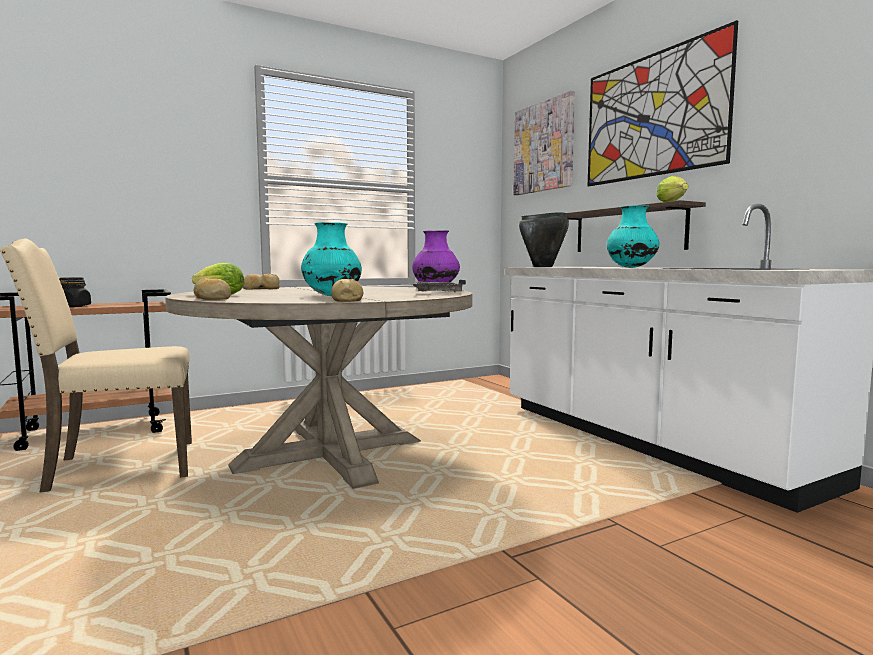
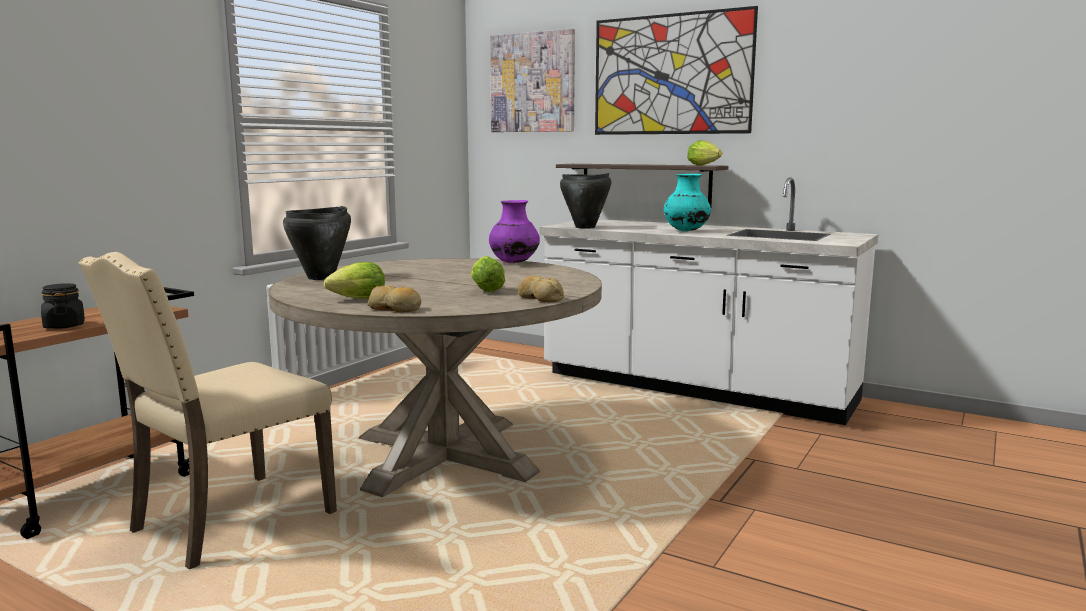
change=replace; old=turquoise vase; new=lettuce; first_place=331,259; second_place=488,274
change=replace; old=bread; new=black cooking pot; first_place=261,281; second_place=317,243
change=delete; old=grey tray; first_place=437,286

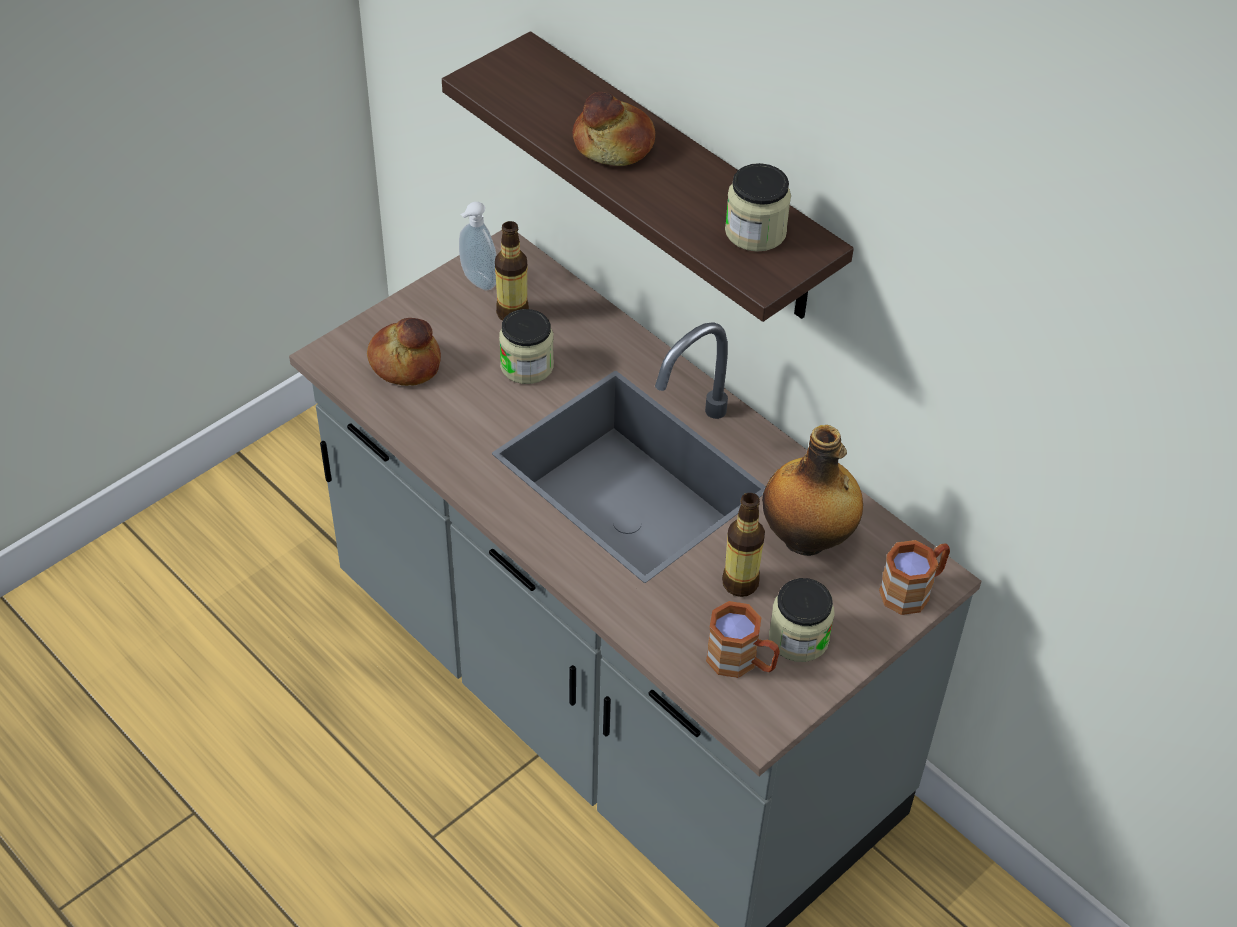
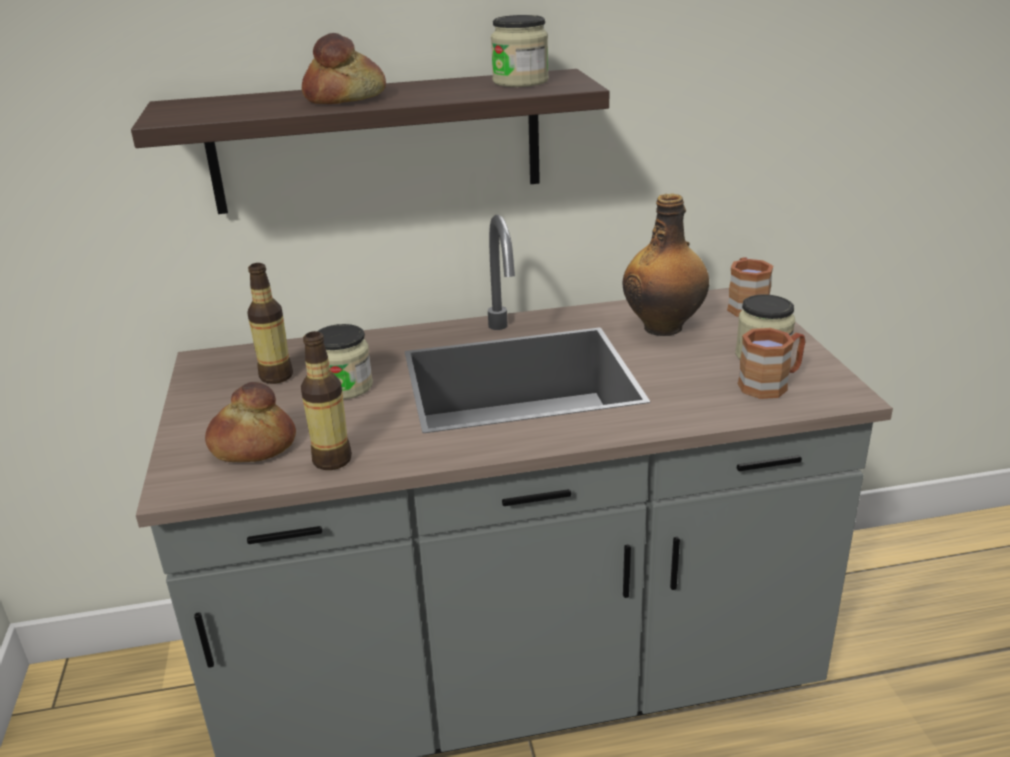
change=delete; old=soap dispenser; first_place=478,246
change=move; old=bottle; first_place=743,545; second_place=326,400

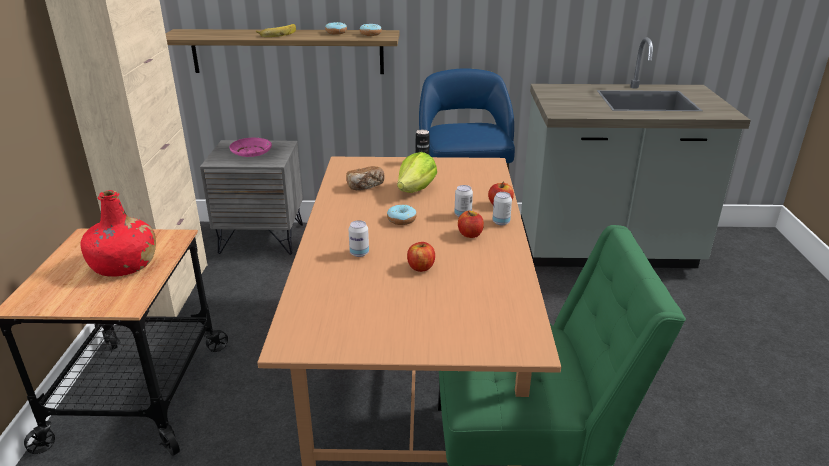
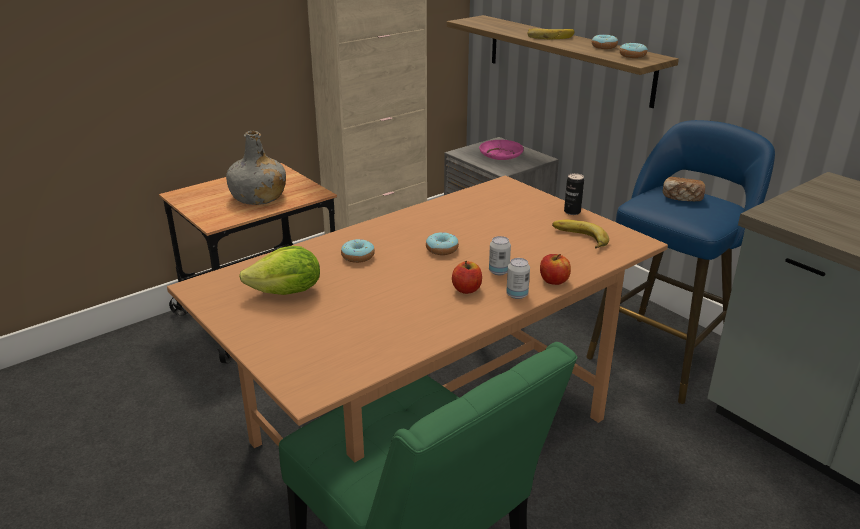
change=move; old=lettuce; first_place=417,172; second_place=279,270
change=move; old=bread; first_place=365,178; second_place=684,189
change=recolor; old=red bottle; new=grey bottle; first_place=118,233; second_place=256,168
change=replace; old=can; new=donut; first_place=358,238; second_place=358,251
change=delete; old=apple; first_place=421,257
change=insert; new=banana; second_place=580,234

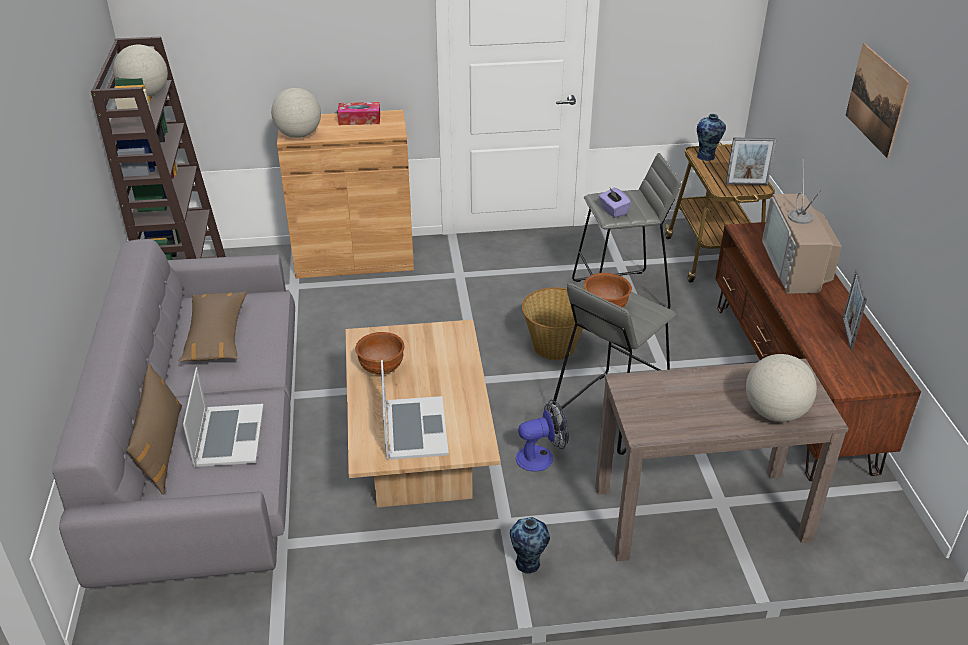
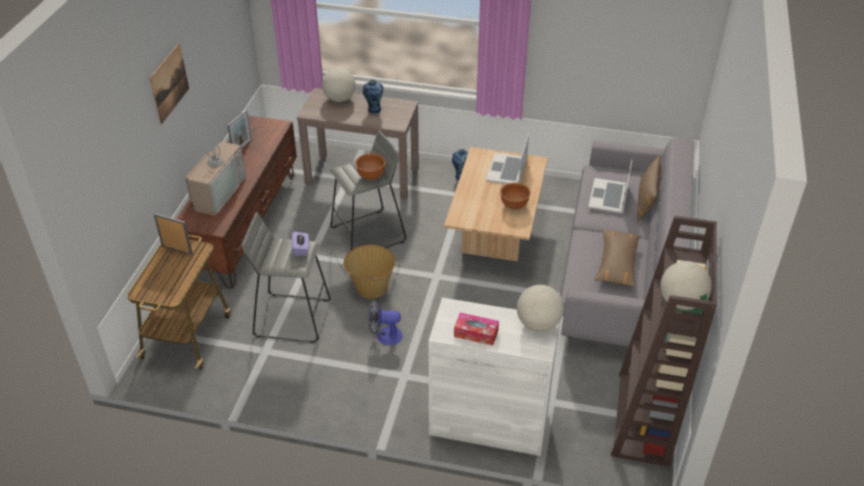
change=recolor; old=brown cabinet; new=white cabinet; first_place=345,194; second_place=494,377
change=move; old=vase; first_place=711,137; second_place=373,96
change=move; old=fan; first_place=542,436; second_place=385,322

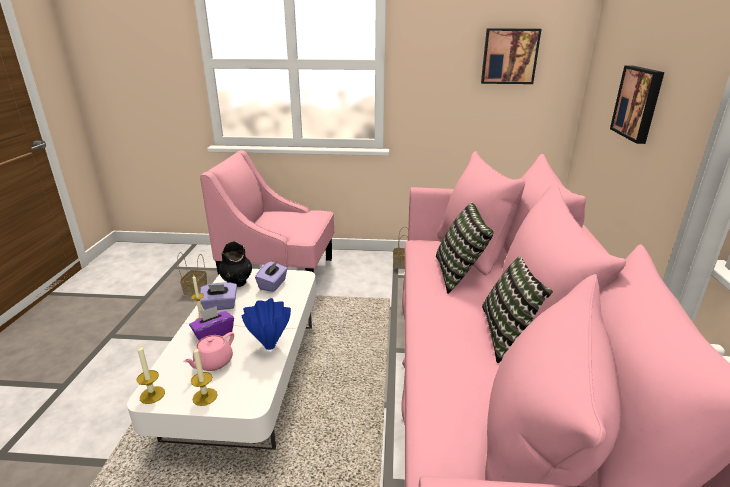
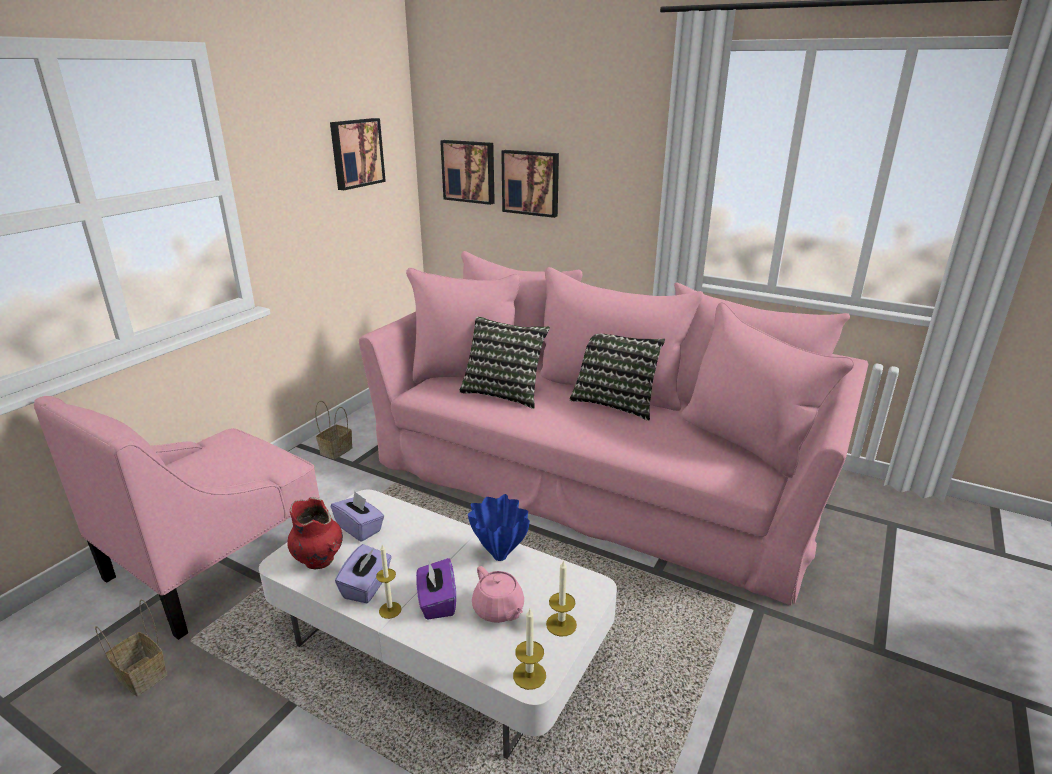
change=recolor; old=black vase; new=red vase; first_place=235,264; second_place=315,533
change=insert; new=picture; second_place=467,172

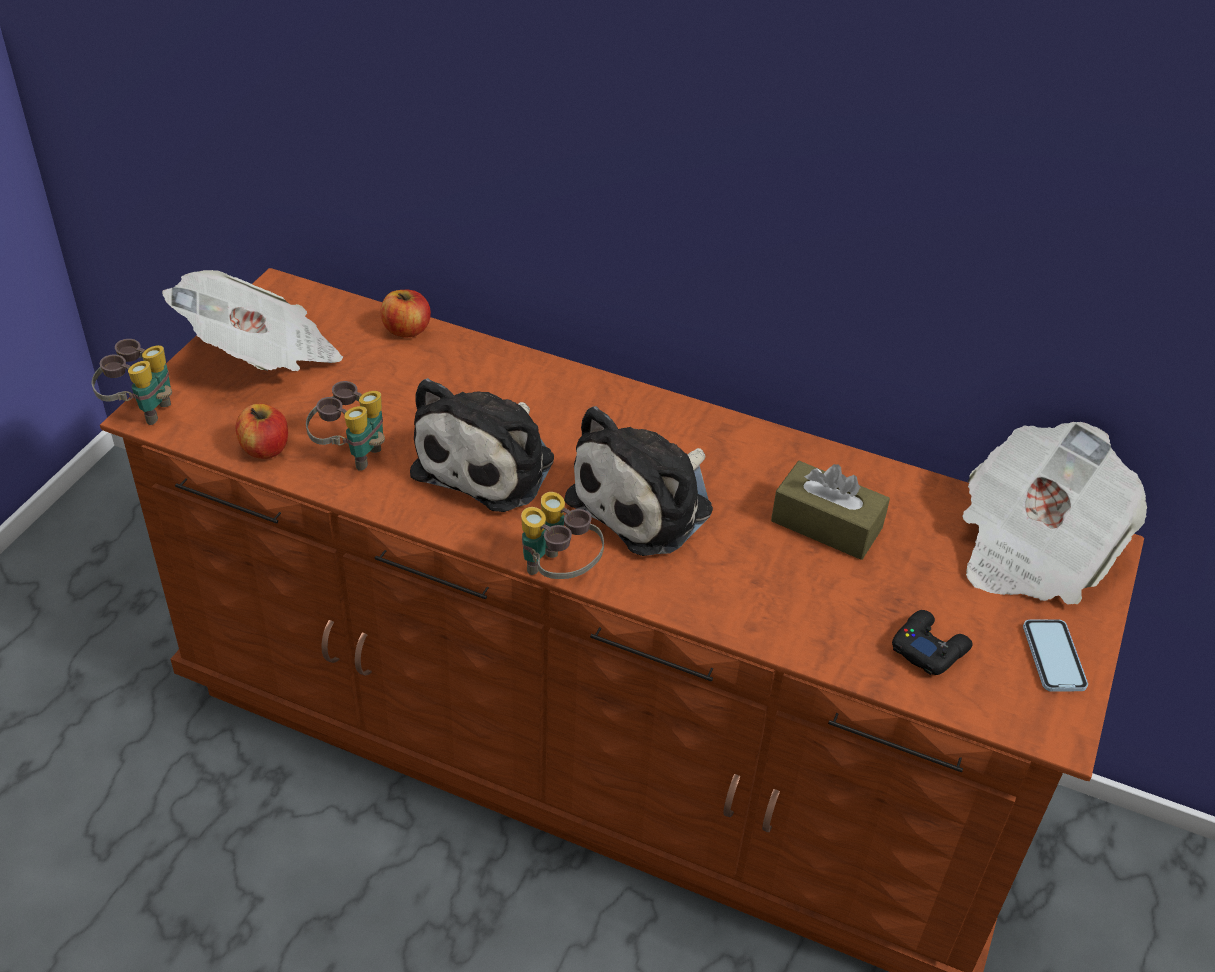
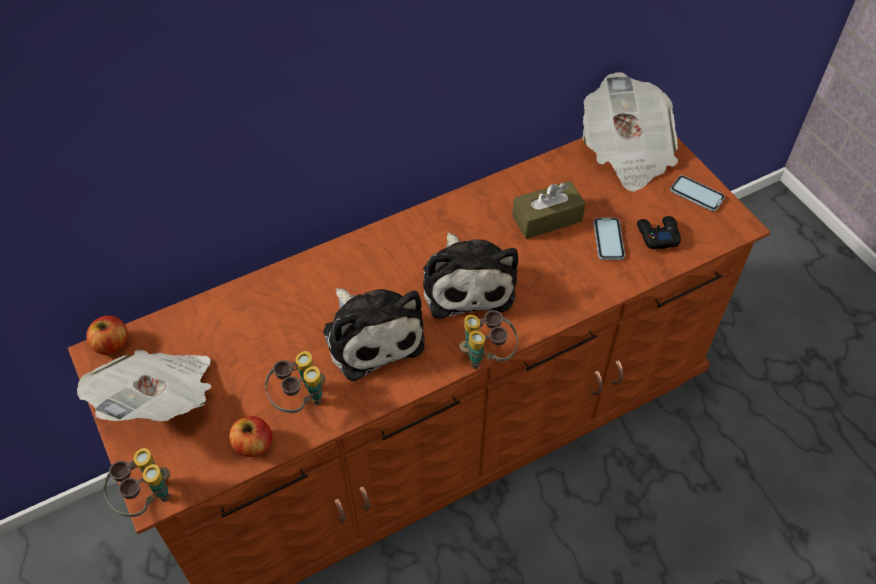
change=move; old=apple; first_place=406,313; second_place=107,335
change=insert; new=phone; second_place=609,239

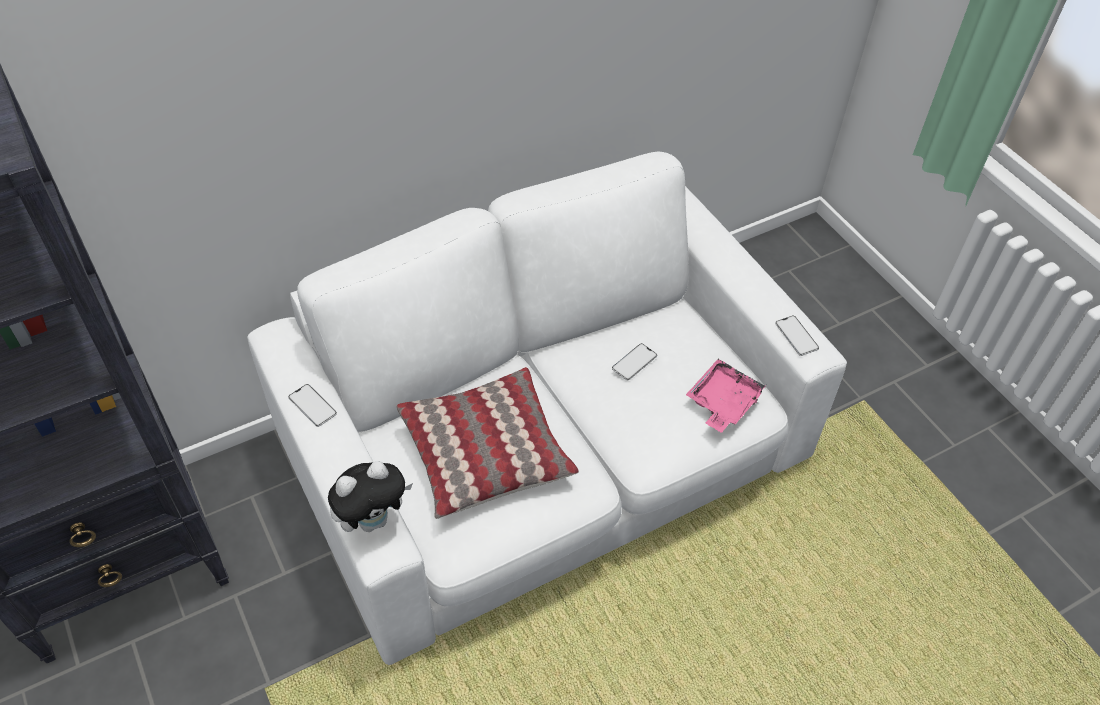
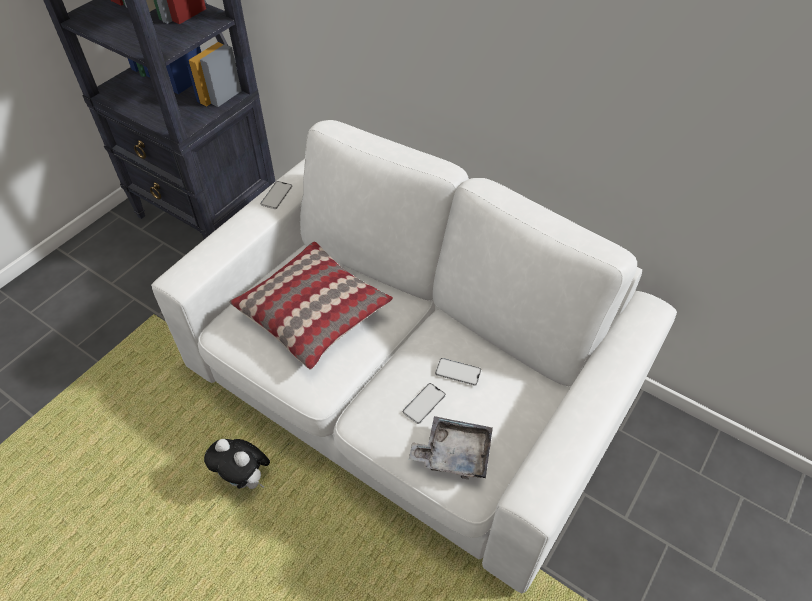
change=move; old=phone; first_place=797,335; second_place=424,403
change=recolor; old=pink tray; new=grey tray; first_place=726,396; second_place=451,447
change=move; old=plush toy; first_place=370,496; second_place=237,464

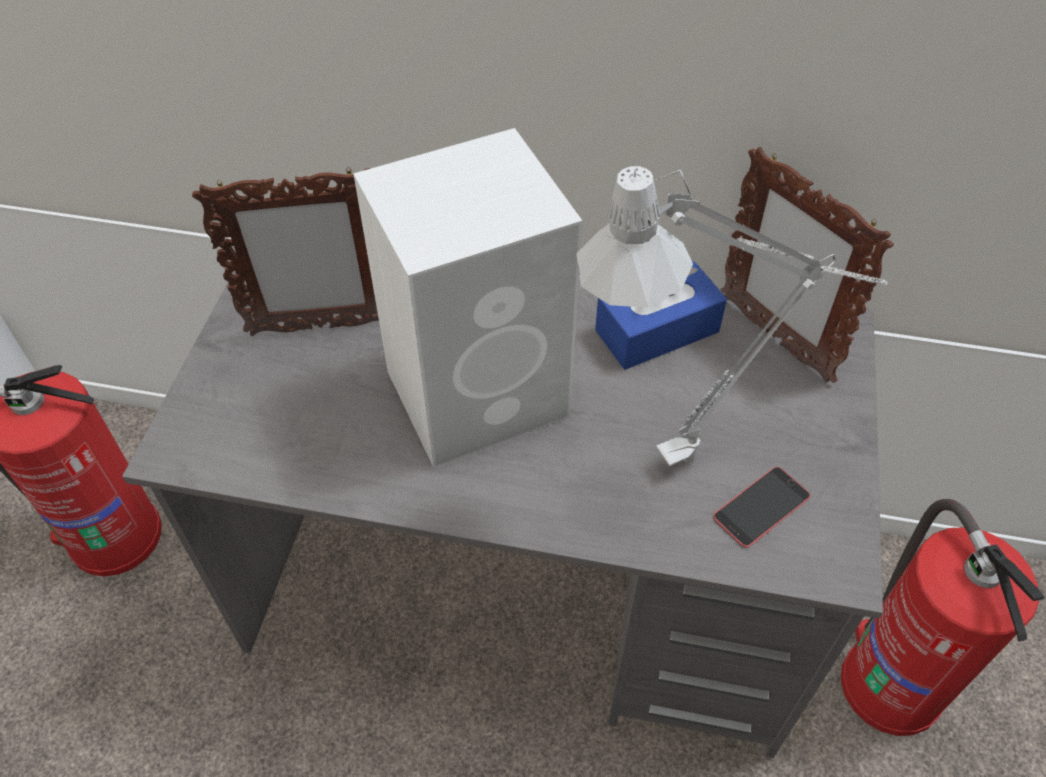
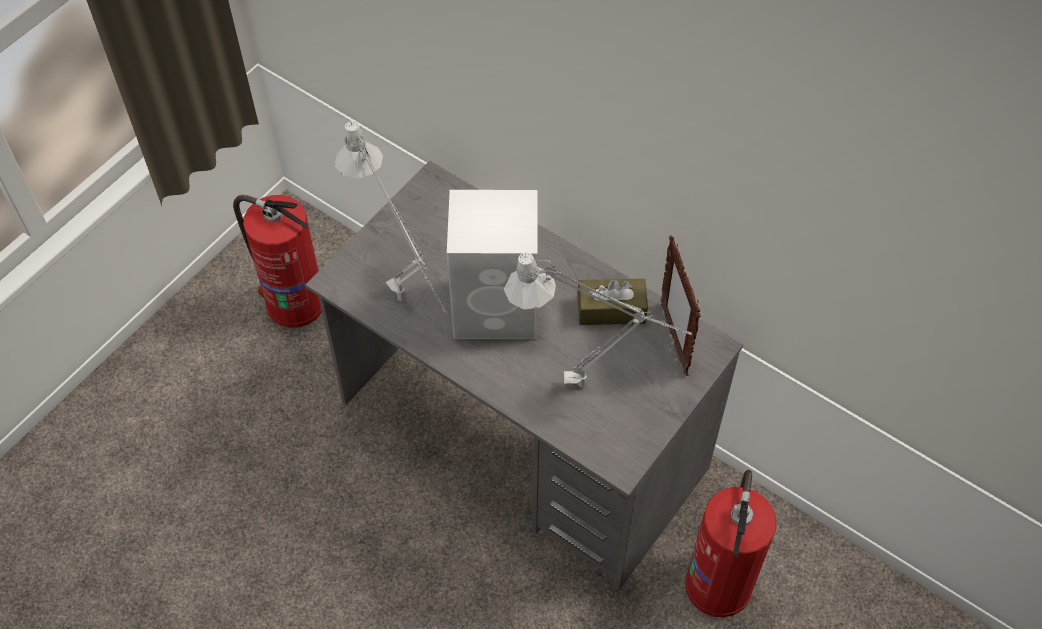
change=delete; old=picture frame; first_place=285,251
change=recolor; old=blue tissue box; new=brown tissue box; first_place=661,315; second_place=612,302
change=delete; old=phone; first_place=761,507
change=insert; new=grey table lamp; second_place=391,218

